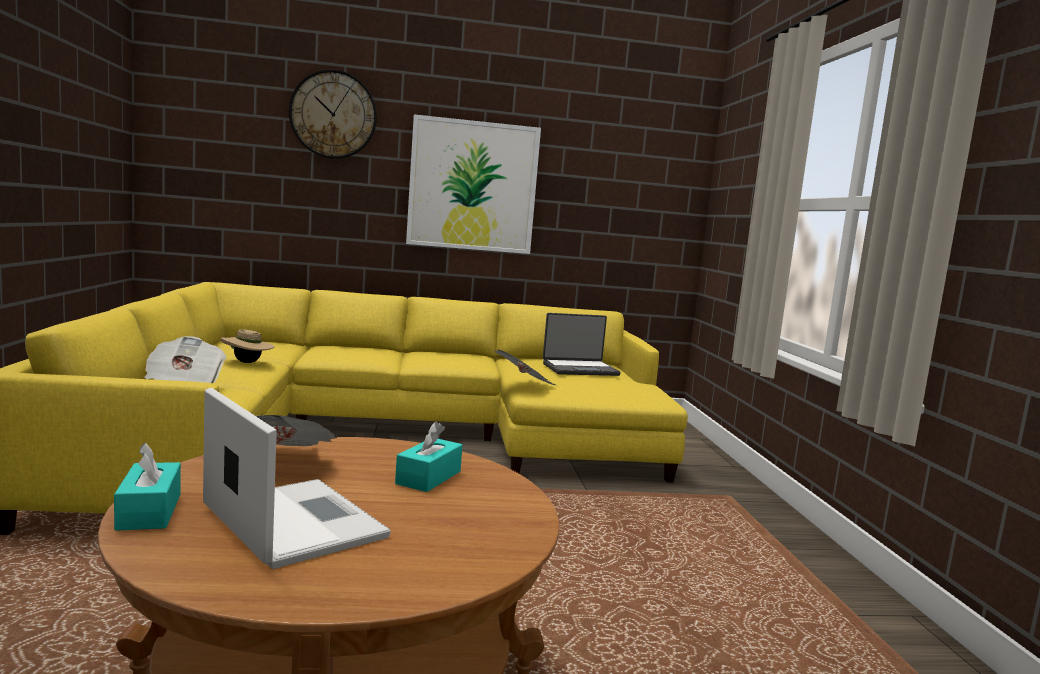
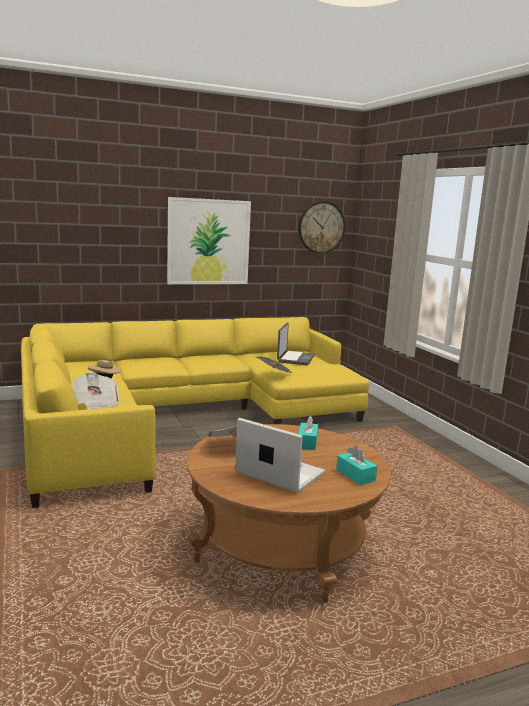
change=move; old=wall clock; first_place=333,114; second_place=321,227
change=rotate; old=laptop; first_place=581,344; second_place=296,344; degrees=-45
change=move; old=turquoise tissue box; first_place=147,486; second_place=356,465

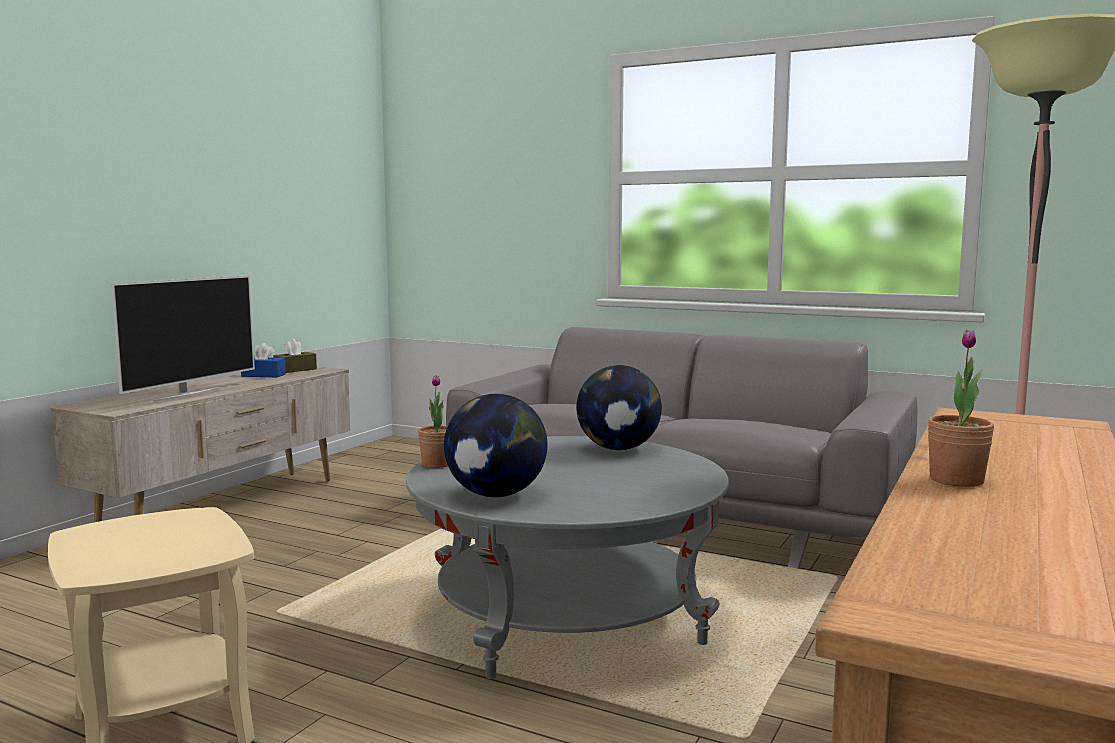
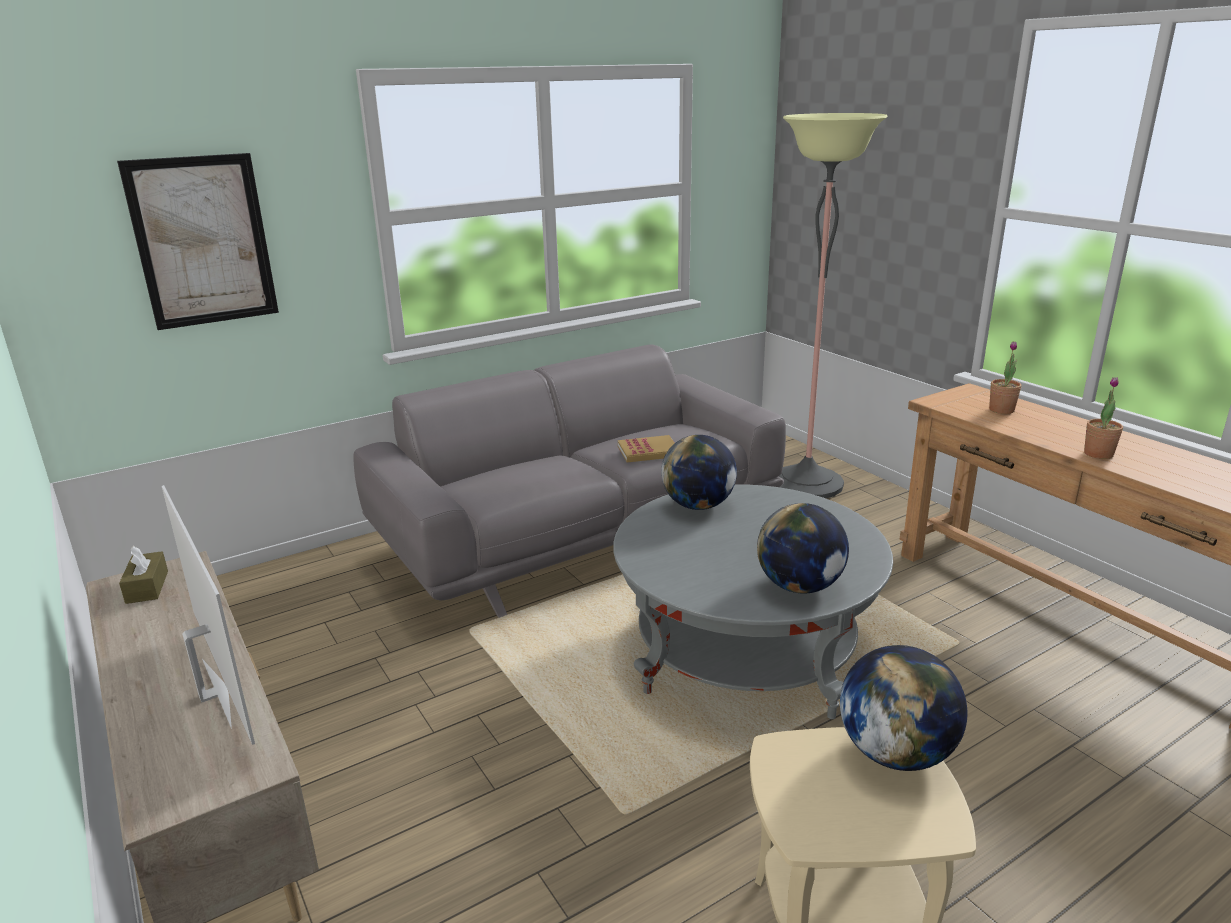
change=delete; old=blue tissue box; first_place=263,360
change=move; old=potted plant; first_place=433,421; second_place=1005,377
change=insert; new=picture; second_place=198,241
change=insert; new=book; second_place=646,449
change=insert; new=globe; second_place=903,708

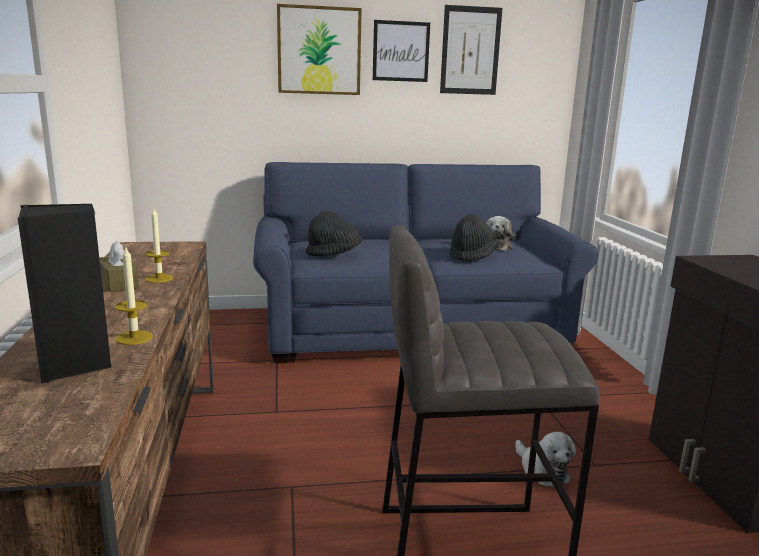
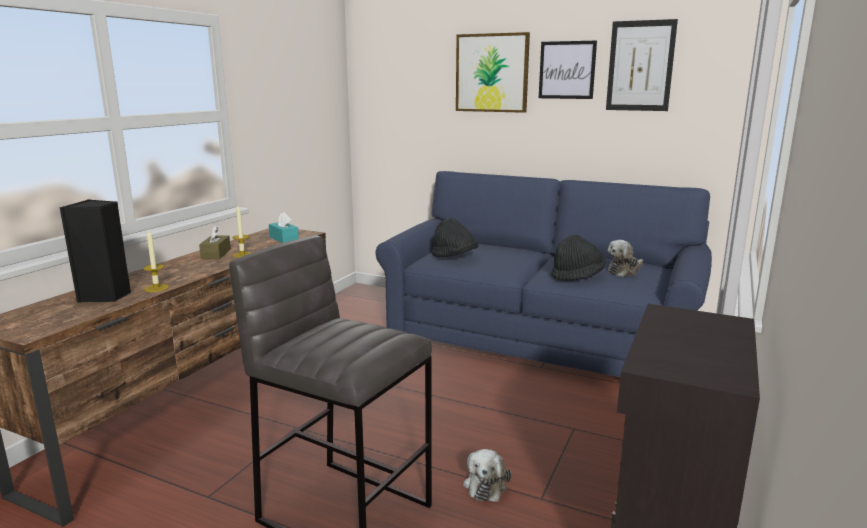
change=insert; new=turquoise tissue box; second_place=284,227

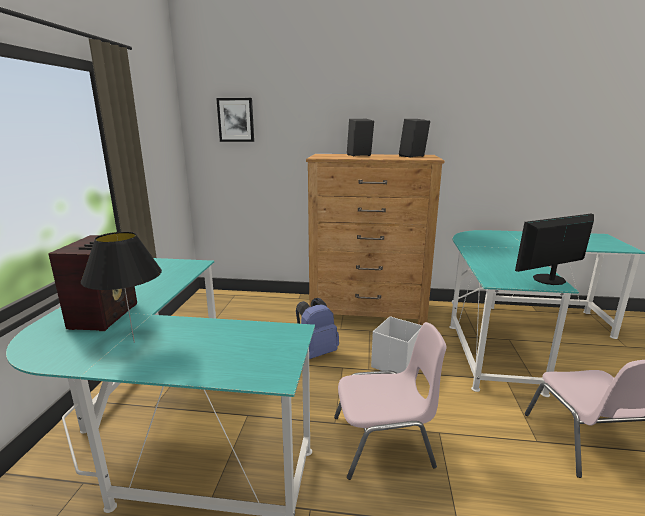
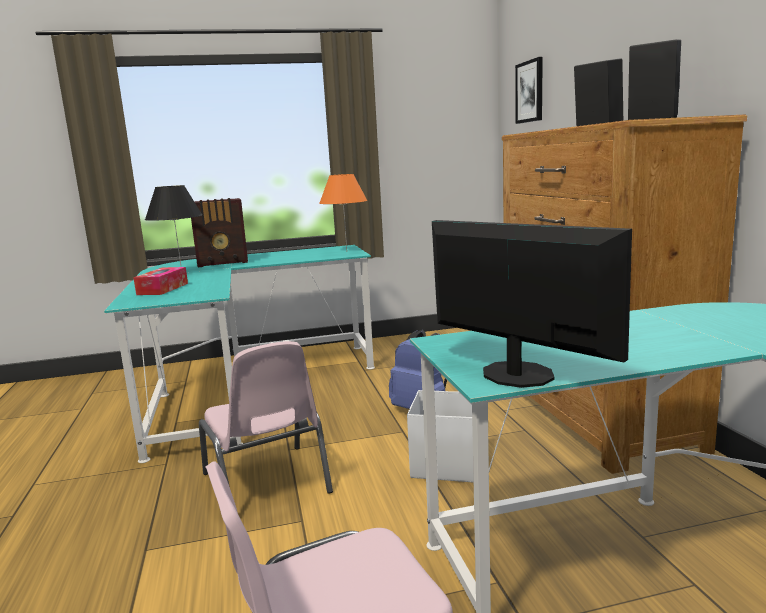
change=insert; new=orange table lamp; second_place=343,212
change=insert; new=tissue box; second_place=160,281

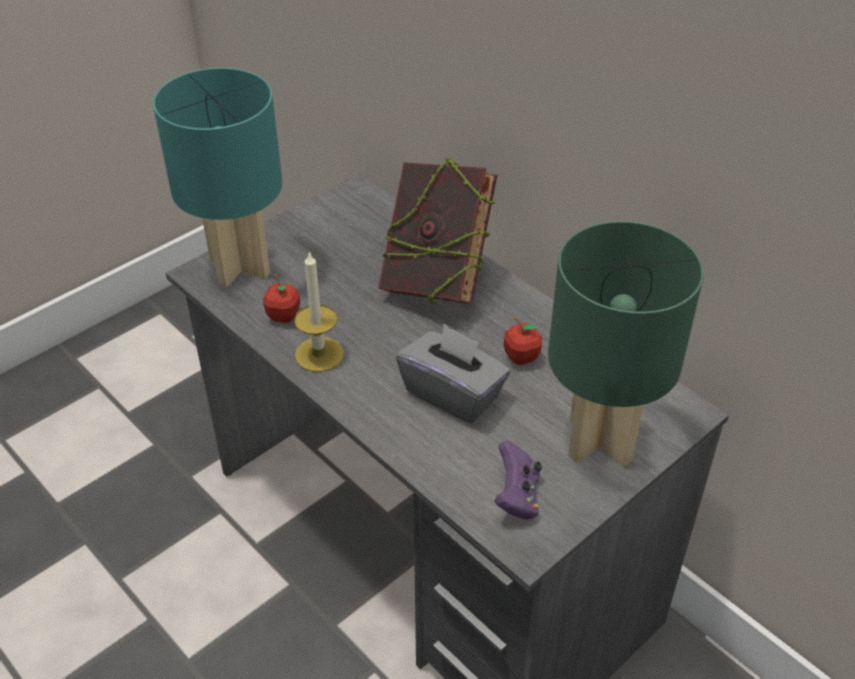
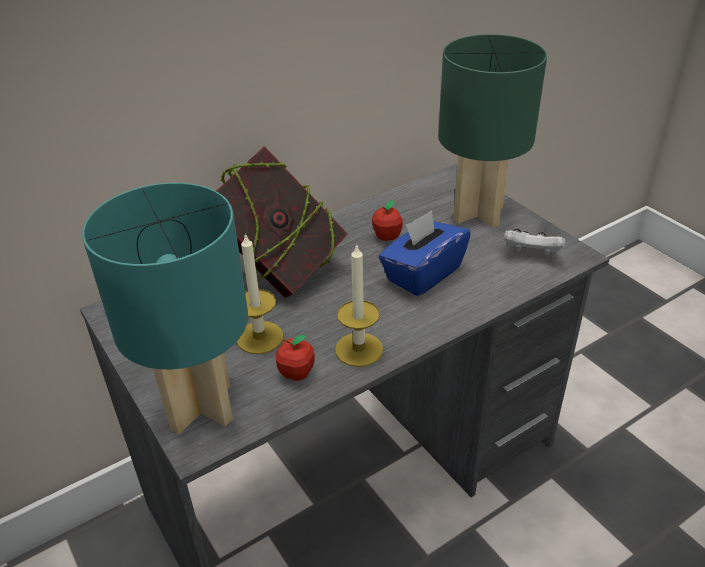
change=recolor; old=grey tissue box; new=blue tissue box; first_place=453,374; second_place=425,253
change=recolor; old=purple game controller; new=white game controller; first_place=518,480; second_place=534,242
change=insert; new=candle; second_place=260,293

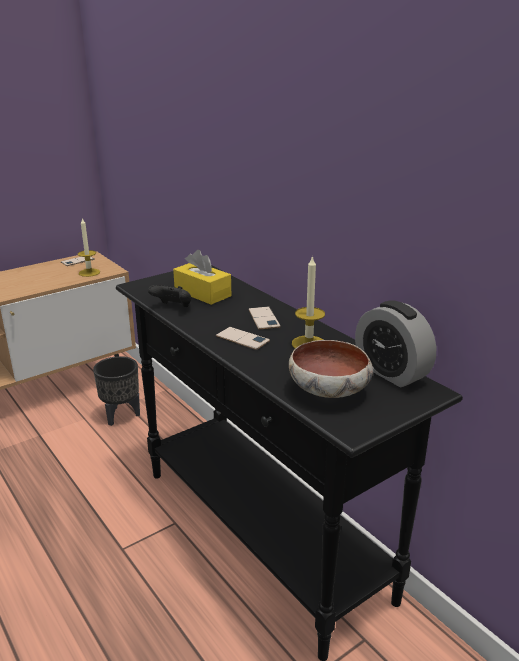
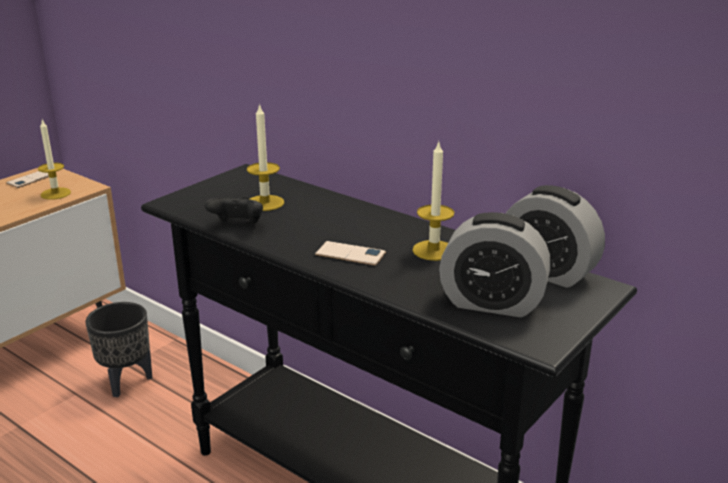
change=replace; old=yellow tissue box; new=candle; first_place=202,277; second_place=265,157
change=delete; old=phone; first_place=265,318
change=replace; old=bowl; new=alarm clock; first_place=331,369; second_place=495,264

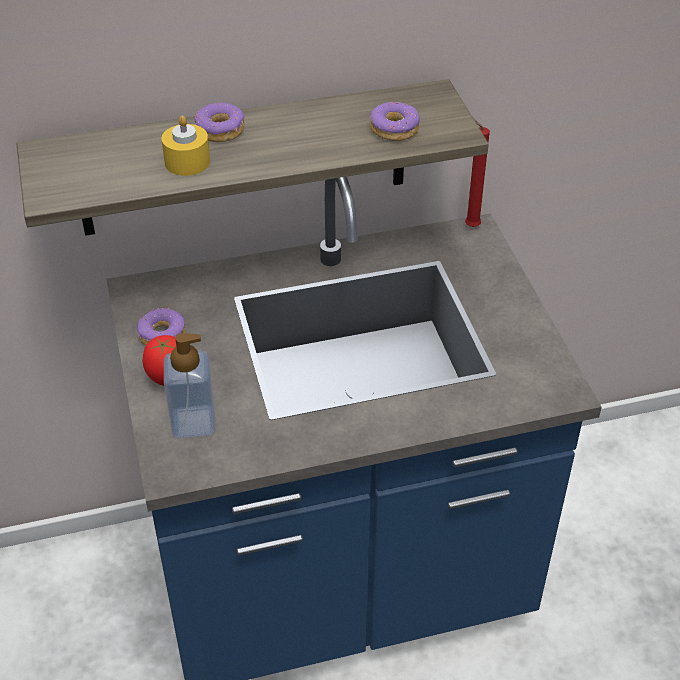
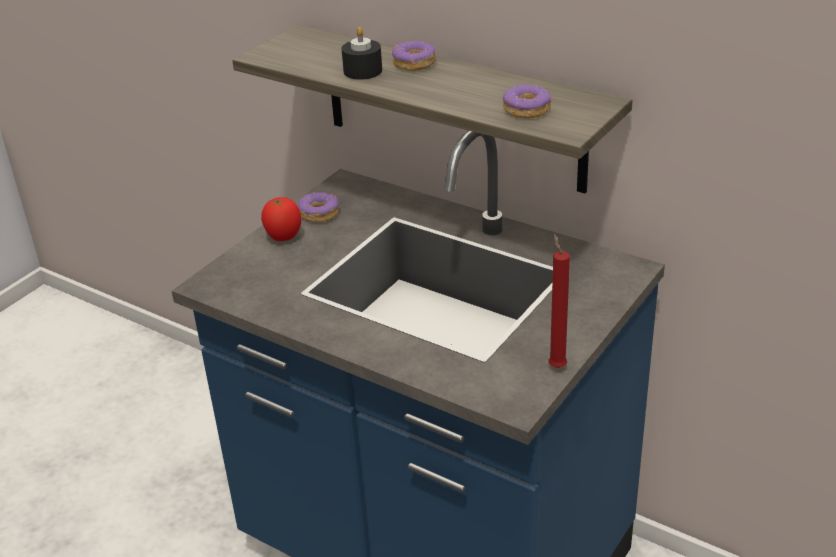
change=recolor; old=yellow candle; new=black candle; first_place=185,146; second_place=361,53
change=move; old=red candle; first_place=477,172; second_place=559,301
change=delete; old=soap dispenser; first_place=189,385

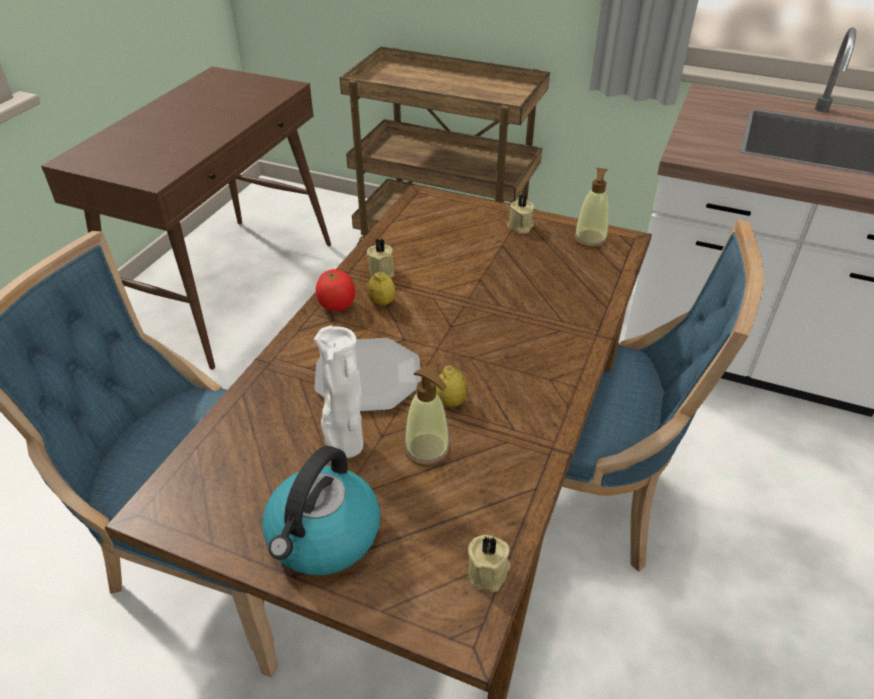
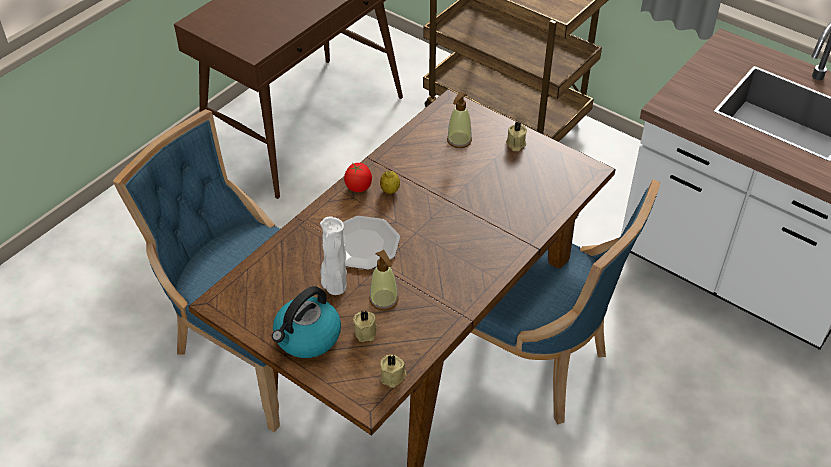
change=move; old=soap dispenser; first_place=591,208; second_place=459,120
change=move; old=beige candle; first_place=380,258; second_place=365,326
change=delete; old=lemon; first_place=452,386

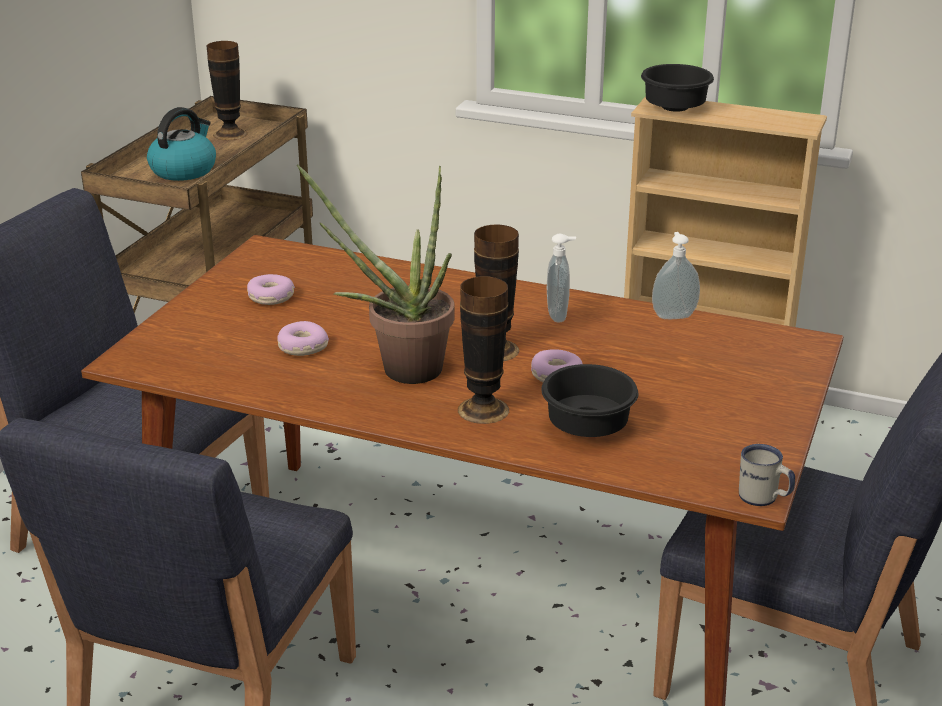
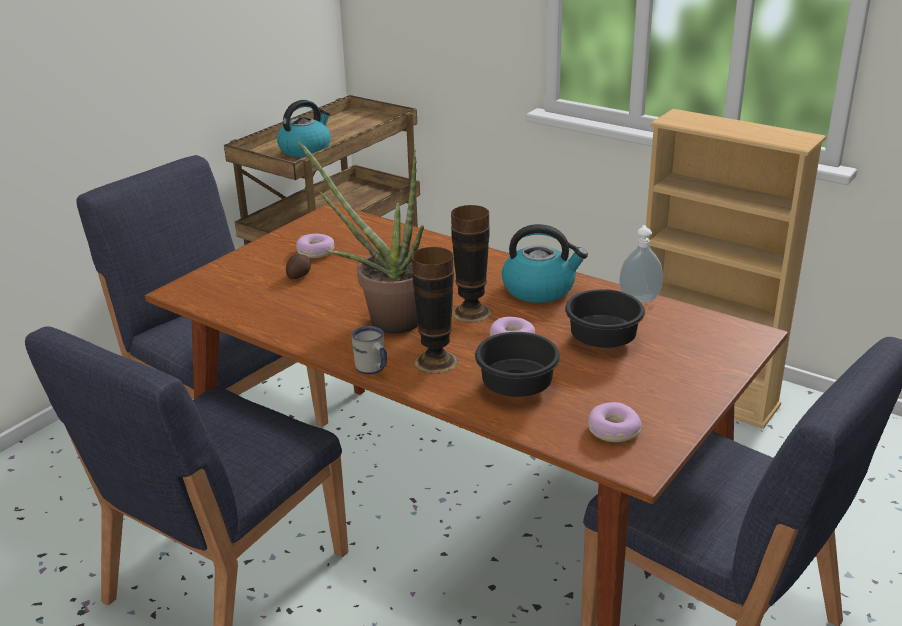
change=delete; old=vase; first_place=227,90
change=move; old=black bowl; first_place=677,88; second_place=605,318
change=replace; old=soap dispenser; new=kettle; first_place=561,278; second_place=545,263
change=move; old=donut; first_place=303,338; second_place=615,422
change=move; old=white mug; first_place=767,475; second_place=369,350
change=insert; new=potato; second_place=298,266

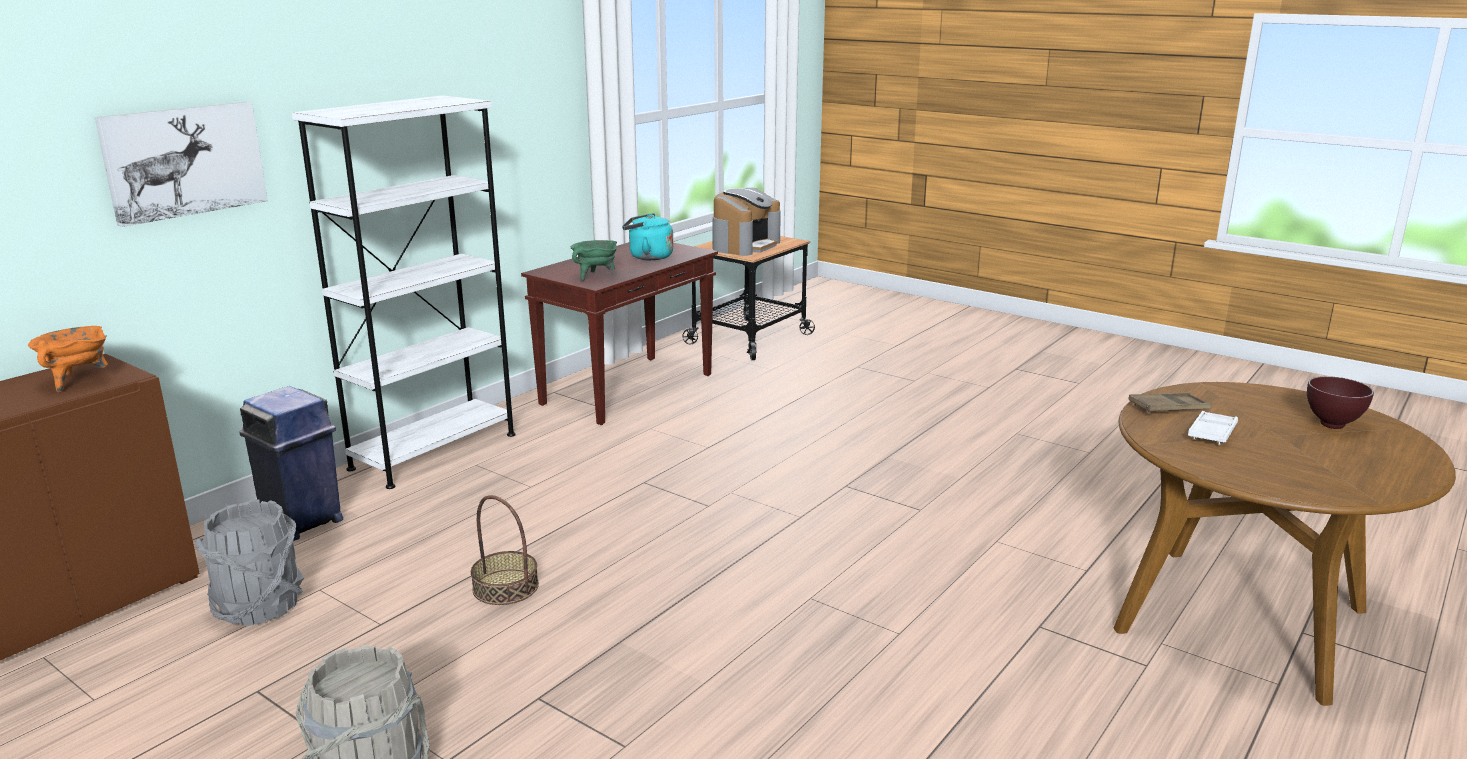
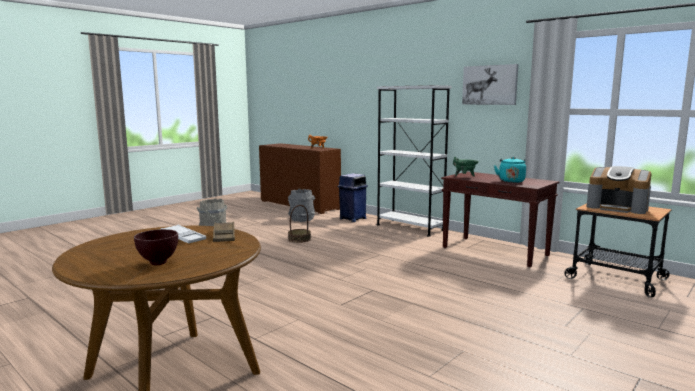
change=move; old=picture; first_place=181,164; second_place=490,84

